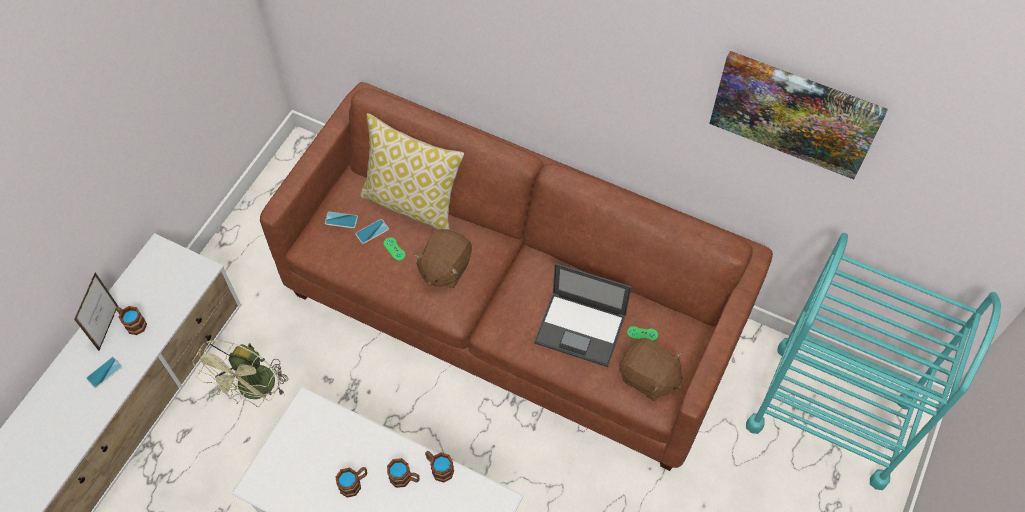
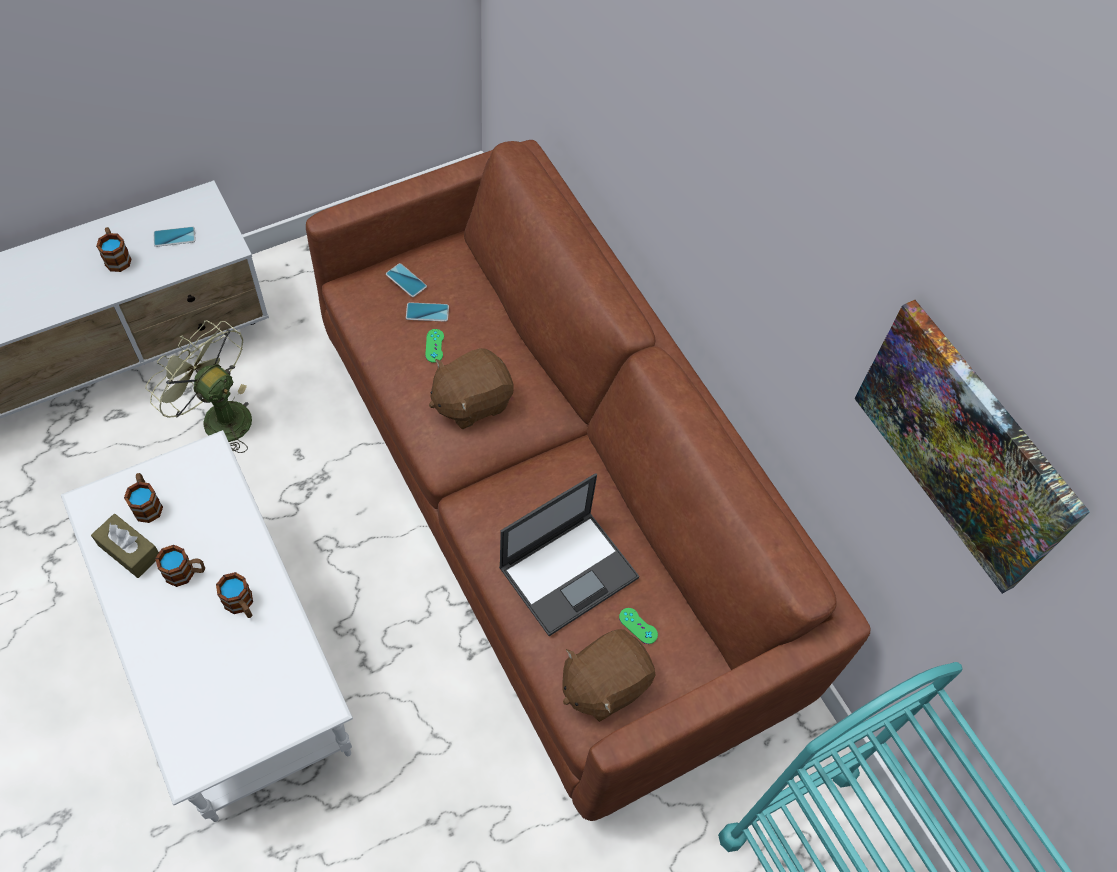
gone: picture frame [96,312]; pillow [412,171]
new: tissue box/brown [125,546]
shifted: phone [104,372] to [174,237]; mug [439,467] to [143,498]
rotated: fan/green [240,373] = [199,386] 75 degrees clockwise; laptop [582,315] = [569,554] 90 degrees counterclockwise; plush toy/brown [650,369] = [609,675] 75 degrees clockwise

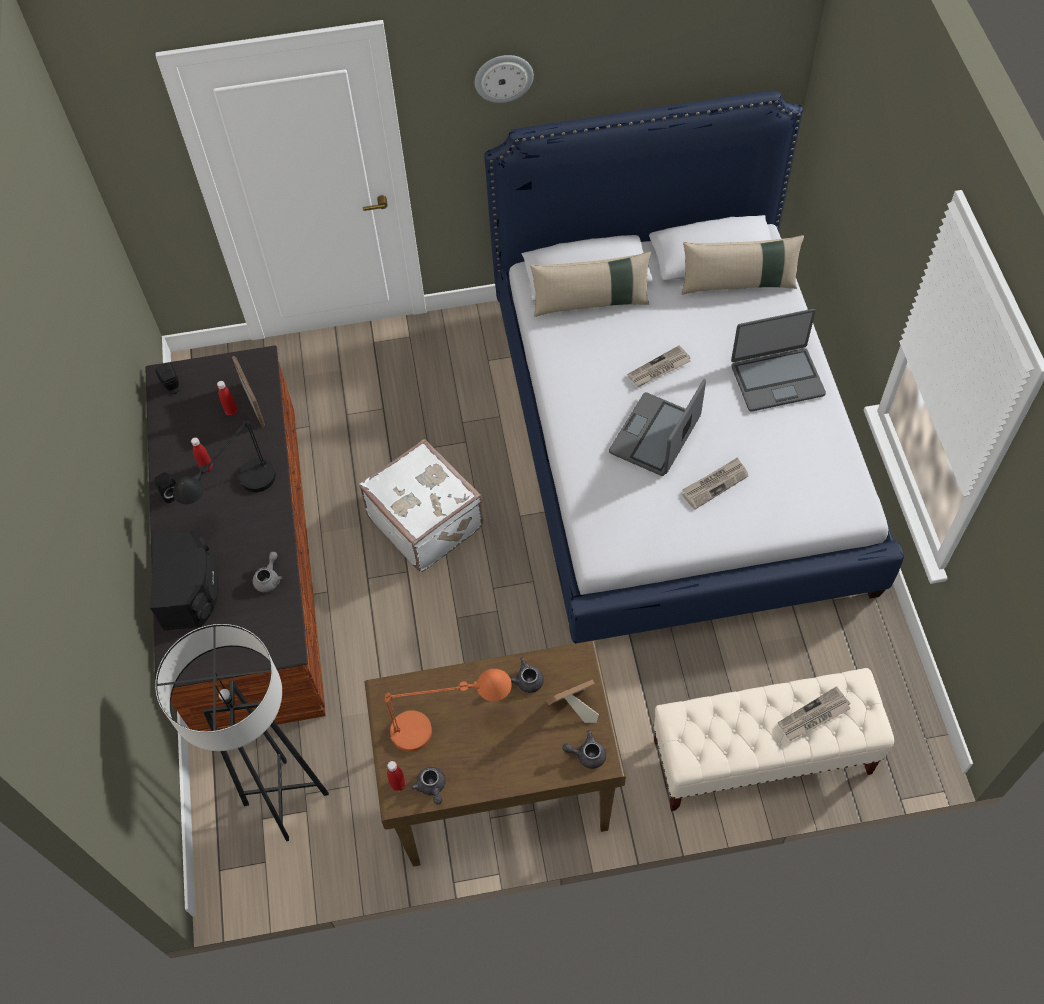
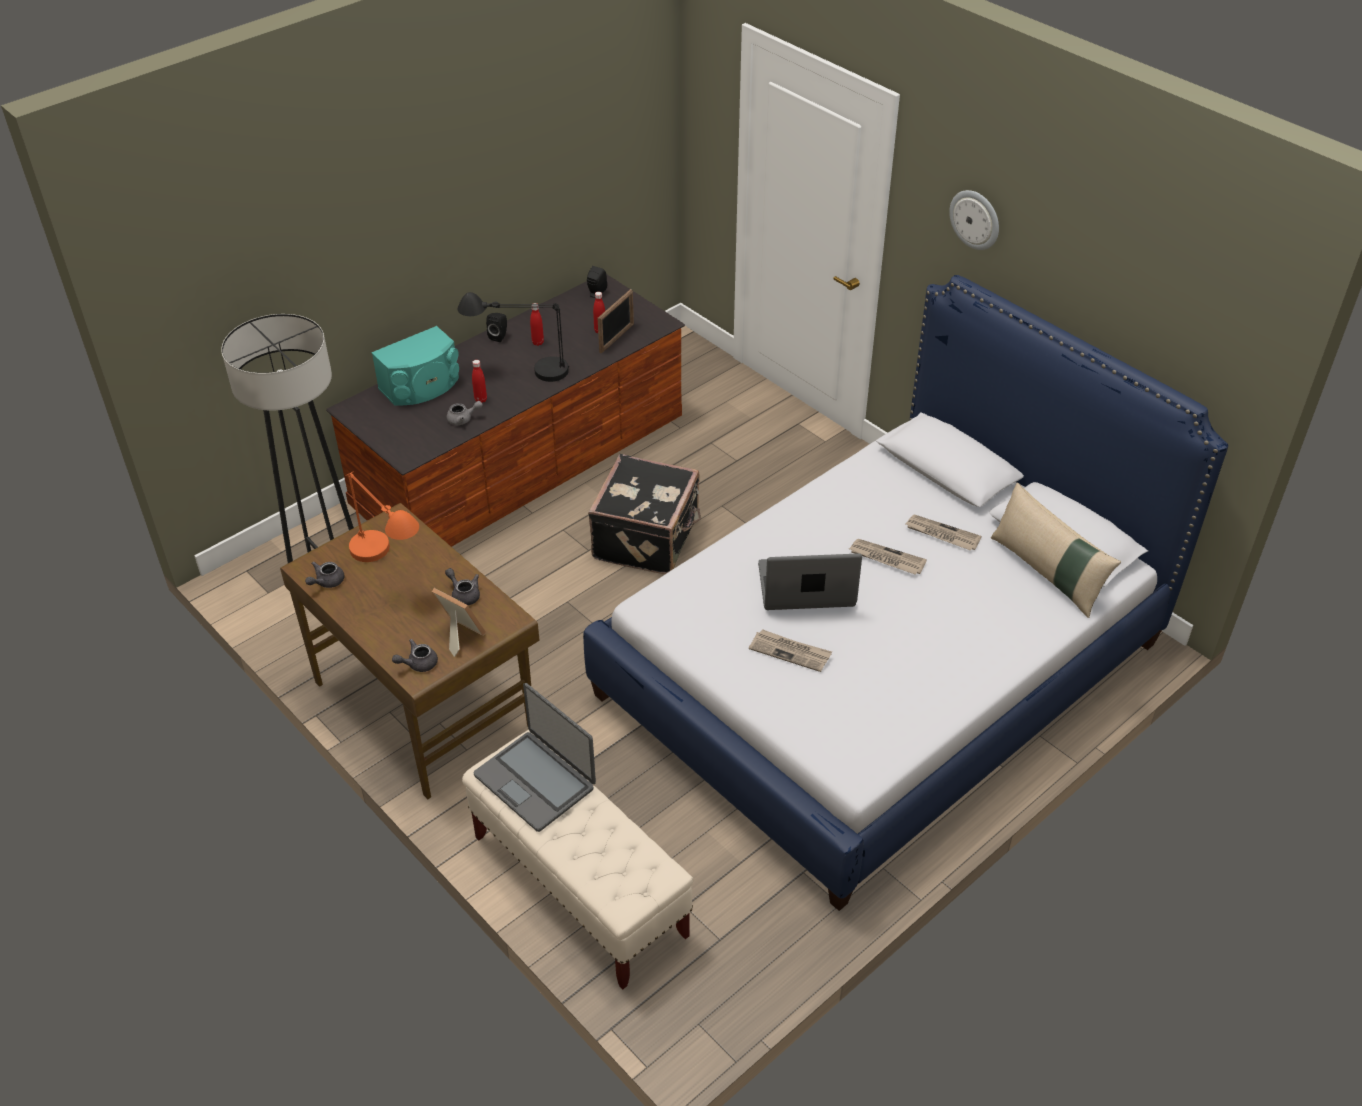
gone: pillow/beige [590,284]
shifted: bottle/red [396,776] to [479,381]; laptop [778,360] to [535,757]; newspaper [814,713] to [944,533]
repainted: speaker/black [184,580] to speaker/turquoise [415,366]; suitcase/white [421,505] to suitcase/black [644,514]
rotated: teapot/grey [584,749] = [415,655] 90 degrees counterclockwise

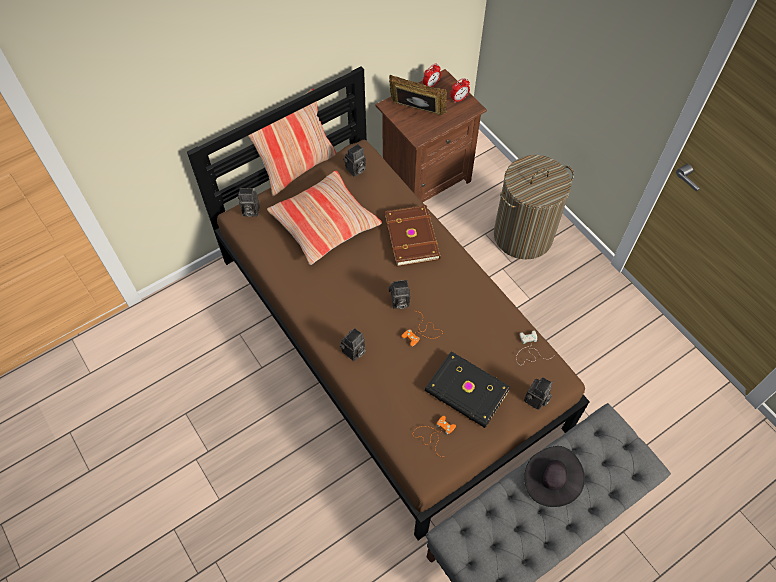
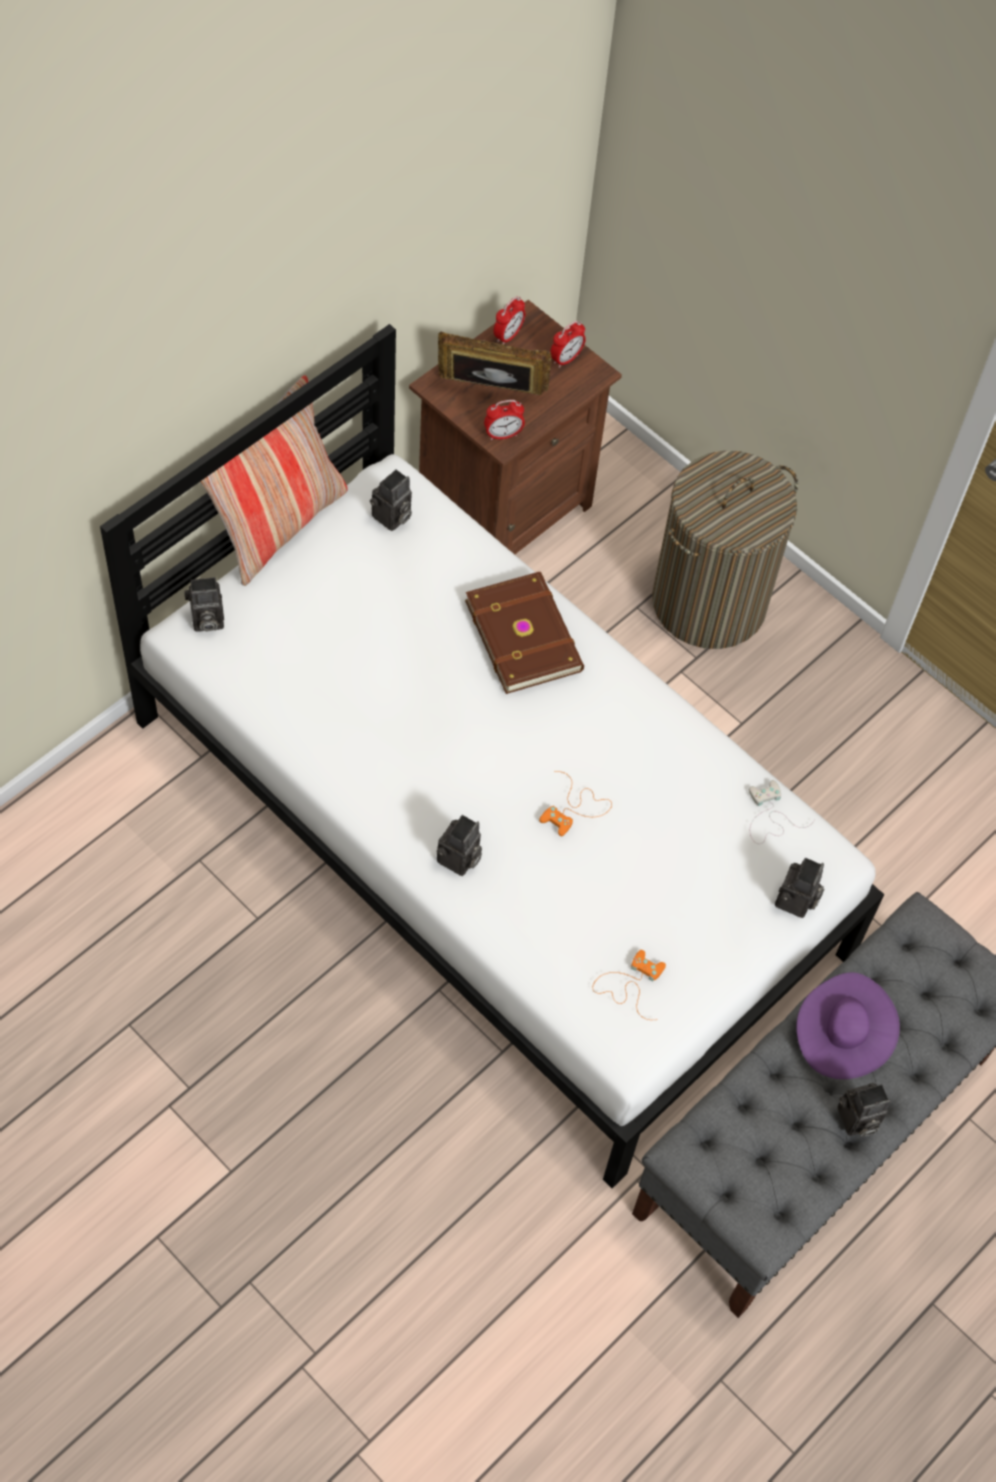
gone: pillow [324,218]; book/black [468,389]
new: alarm clock [504,420]
shifted: photo camera [399,294] to [864,1109]
repainted: bed/brown [388,303] to bed/white [492,756]; hat/black [554,476] to hat/purple [848,1025]

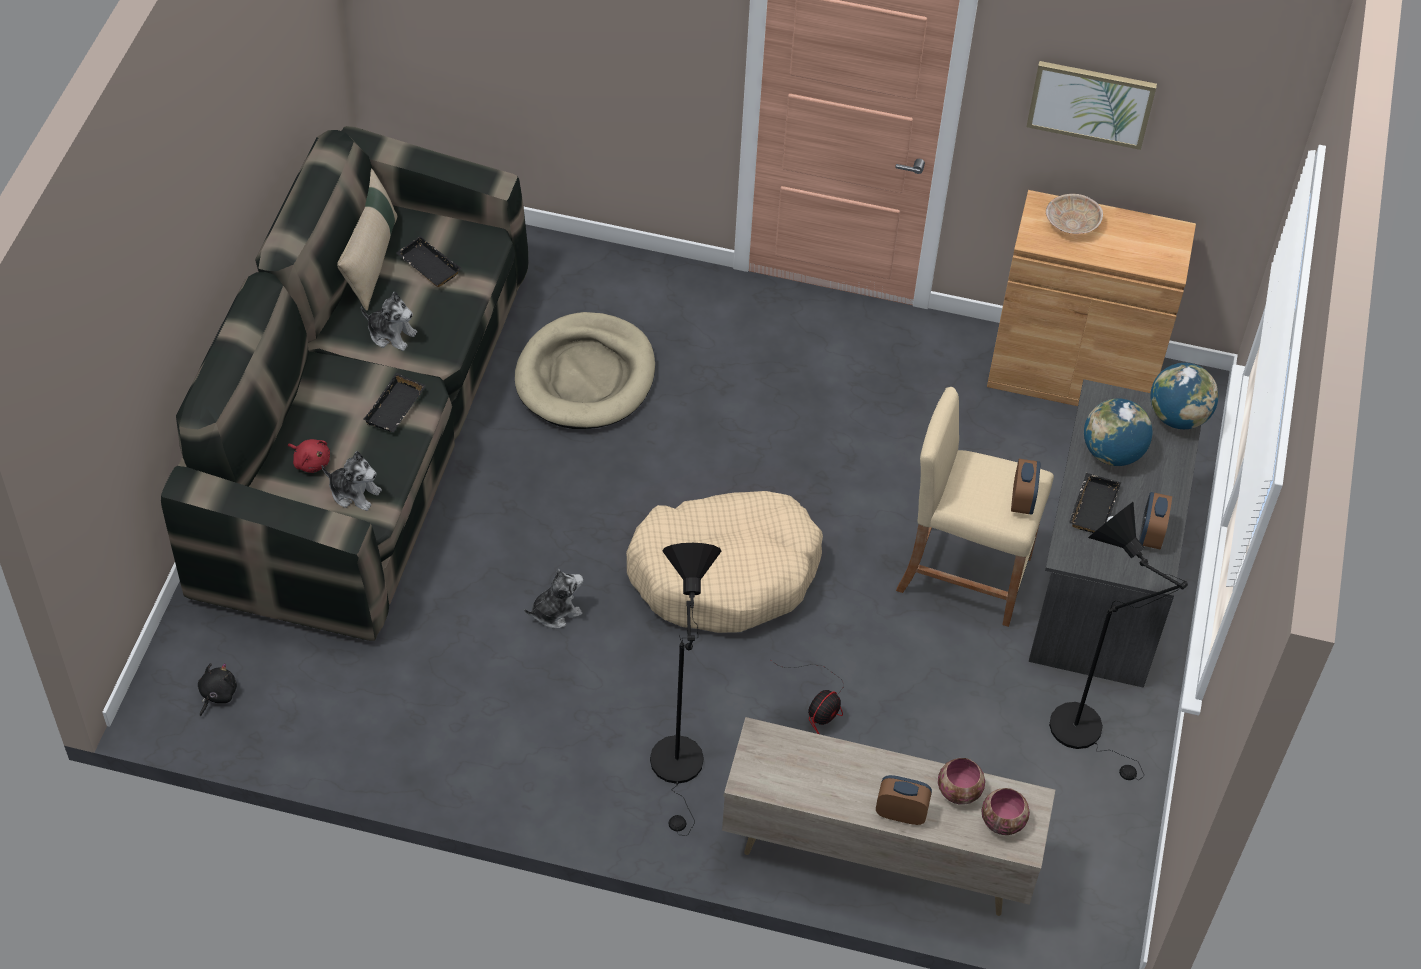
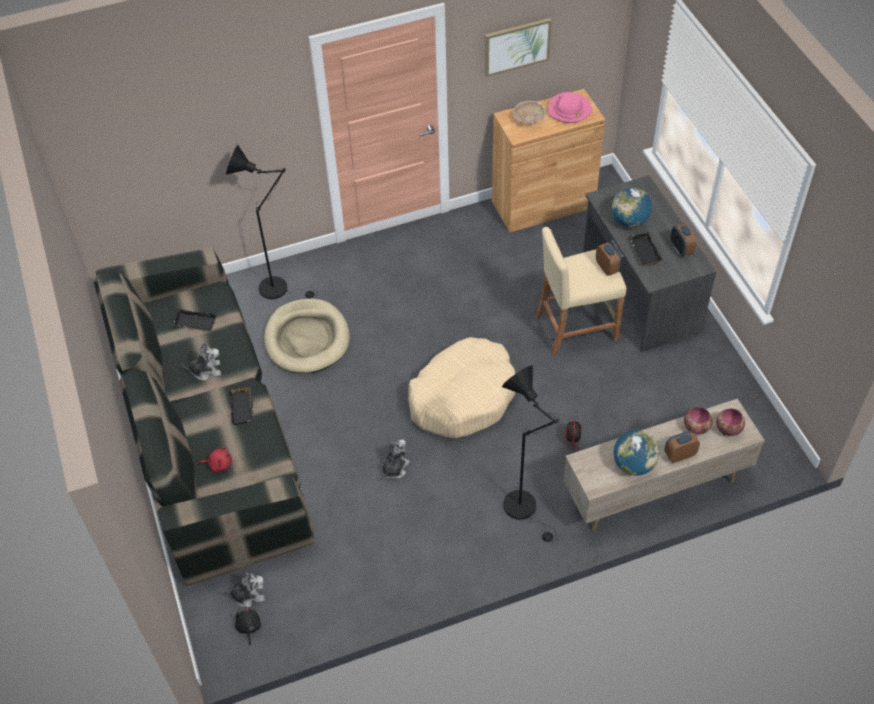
gone: pillow/beige [367,239]
new: hat/pink [570,107]
shifted: plush toy [351,481] to [244,589]; floor lamp/black [1118,641] to [270,222]; globe [1184,396] to [636,453]

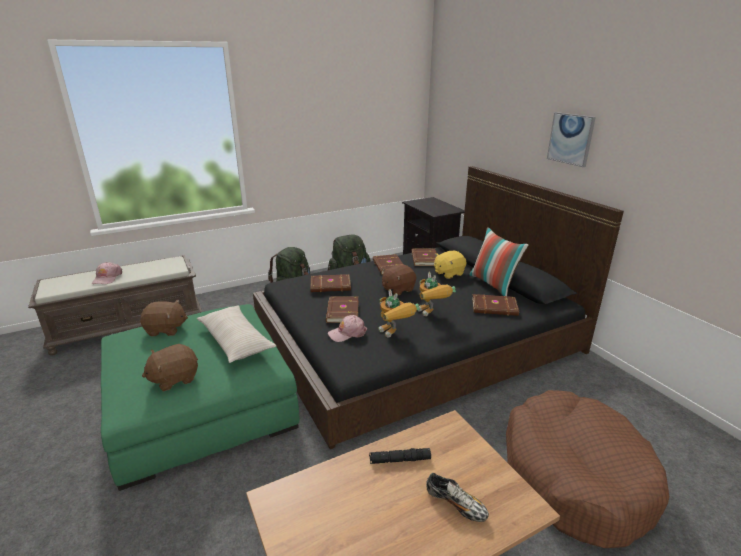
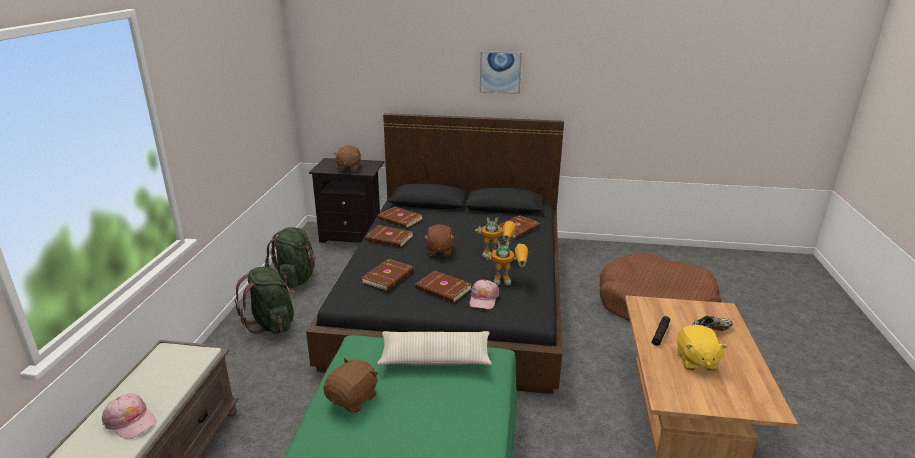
gone: pillow [499,261]
shifted: plush toy/brown [170,367] to [347,158]; plush toy/yellow [450,265] to [702,348]

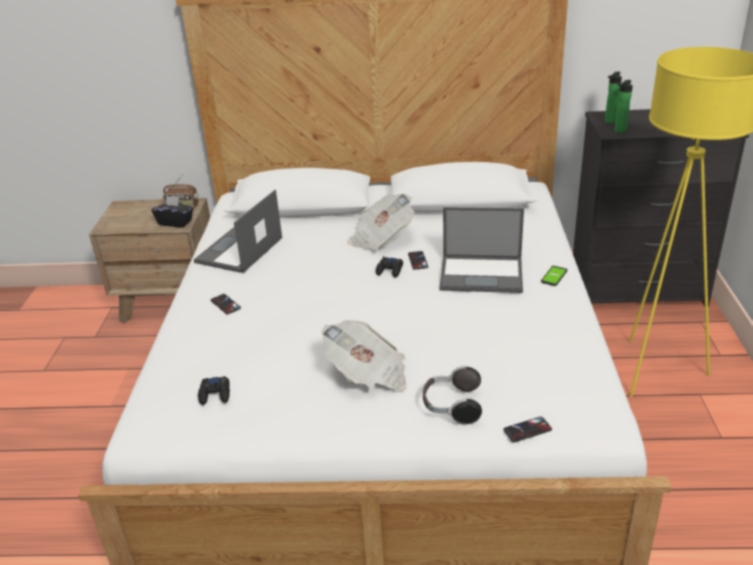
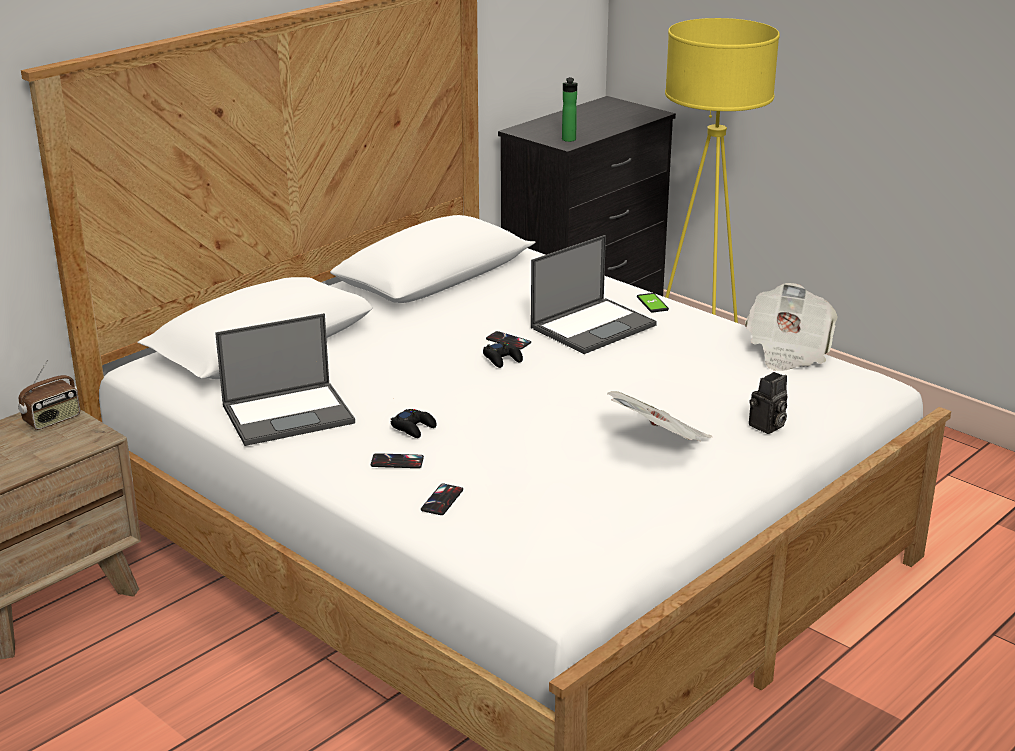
gone: tissue box/black [172,211]; bottle [613,97]
shifted: game controller/black [214,390] to [414,423]; newspaper [380,222] to [791,327]; phone [527,429] to [442,499]
swapped: headphones [452,395] to photo camera [768,403]
rotated: laptop [238,231] = [285,379] 90 degrees counterclockwise

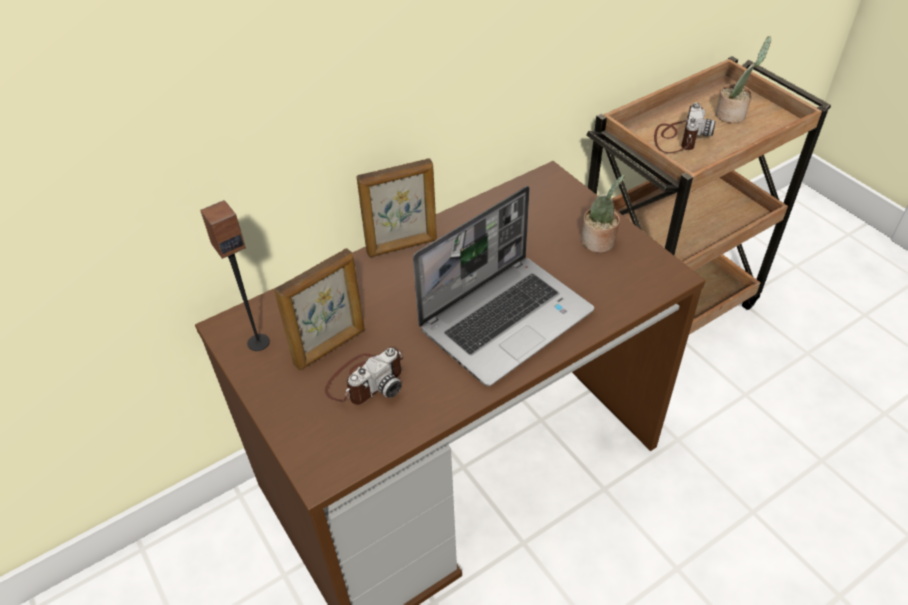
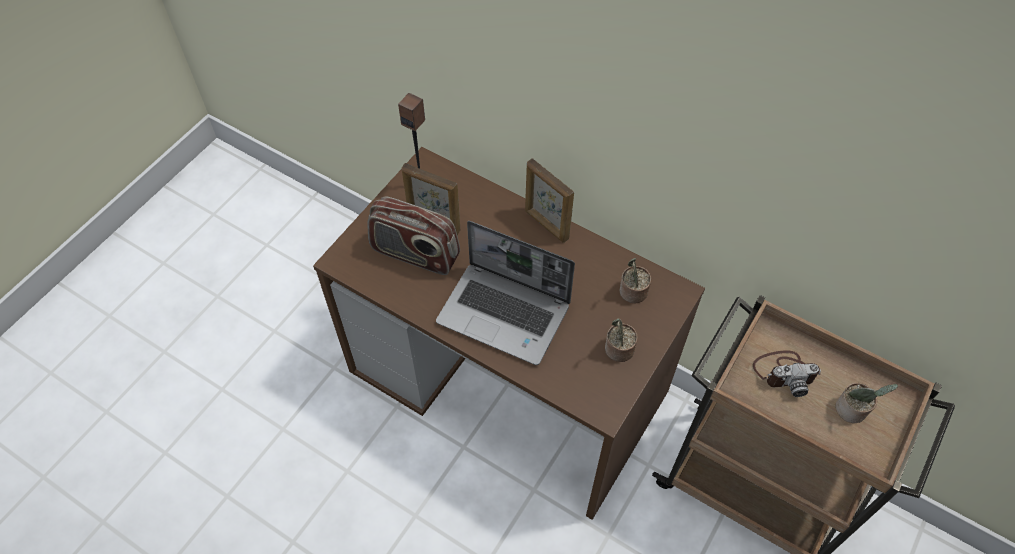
new: potted plant [635,280]
swapped: photo camera [364,376] to radio [413,235]

